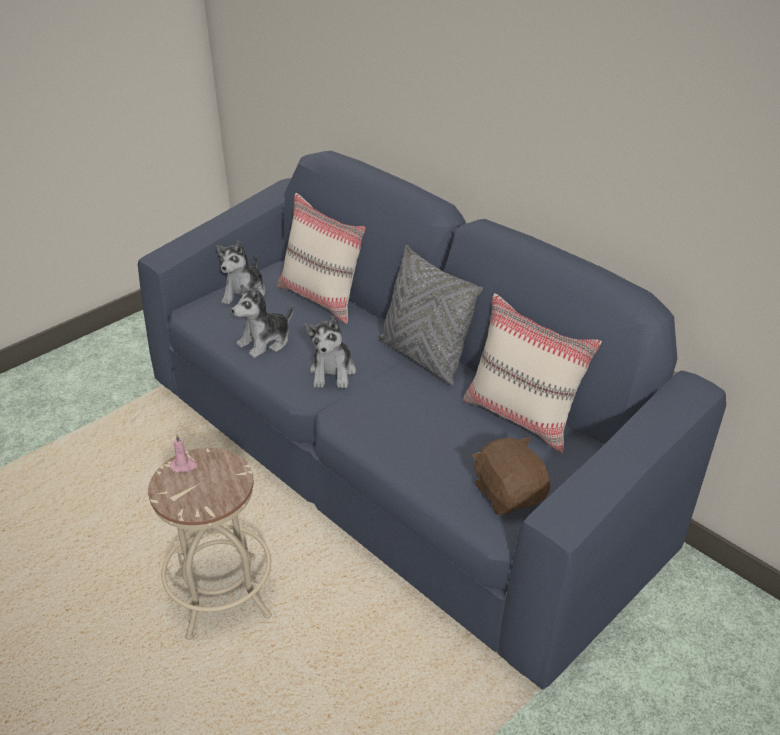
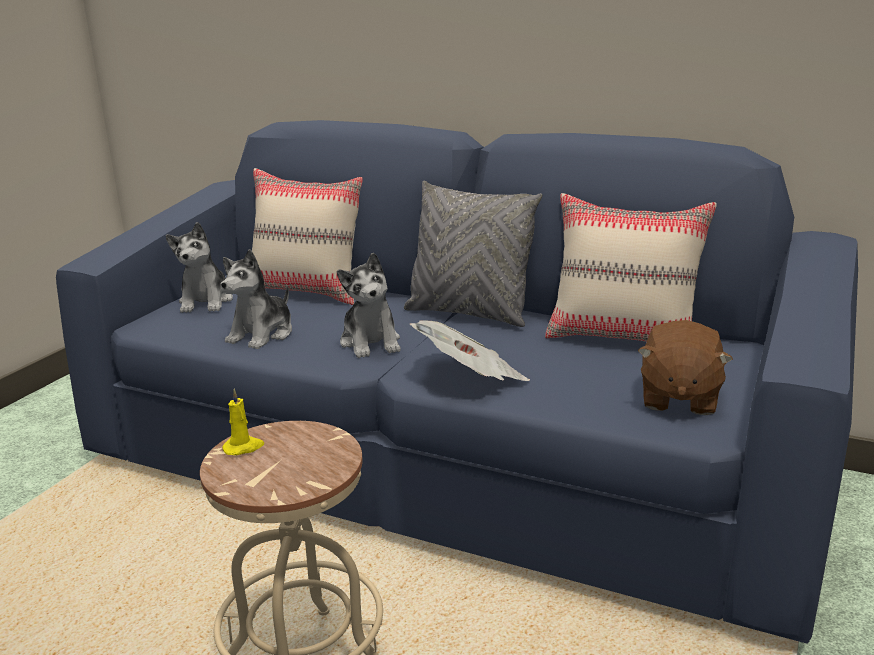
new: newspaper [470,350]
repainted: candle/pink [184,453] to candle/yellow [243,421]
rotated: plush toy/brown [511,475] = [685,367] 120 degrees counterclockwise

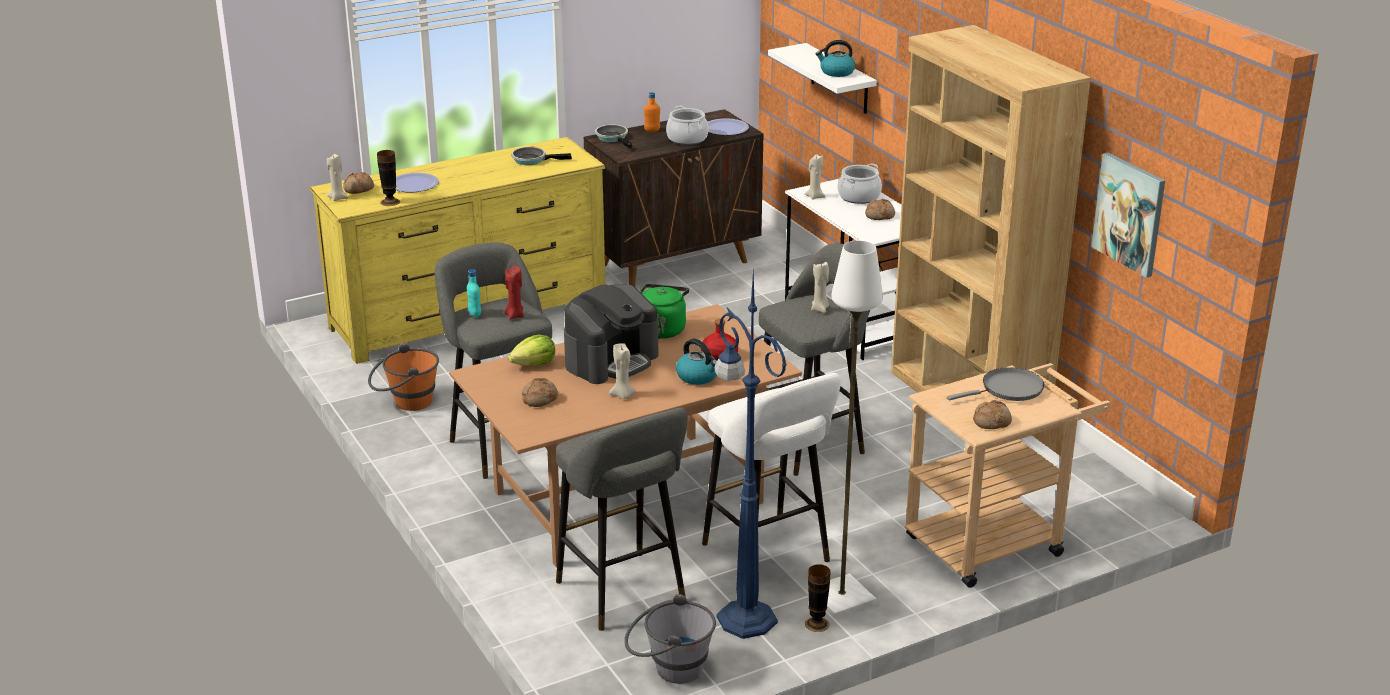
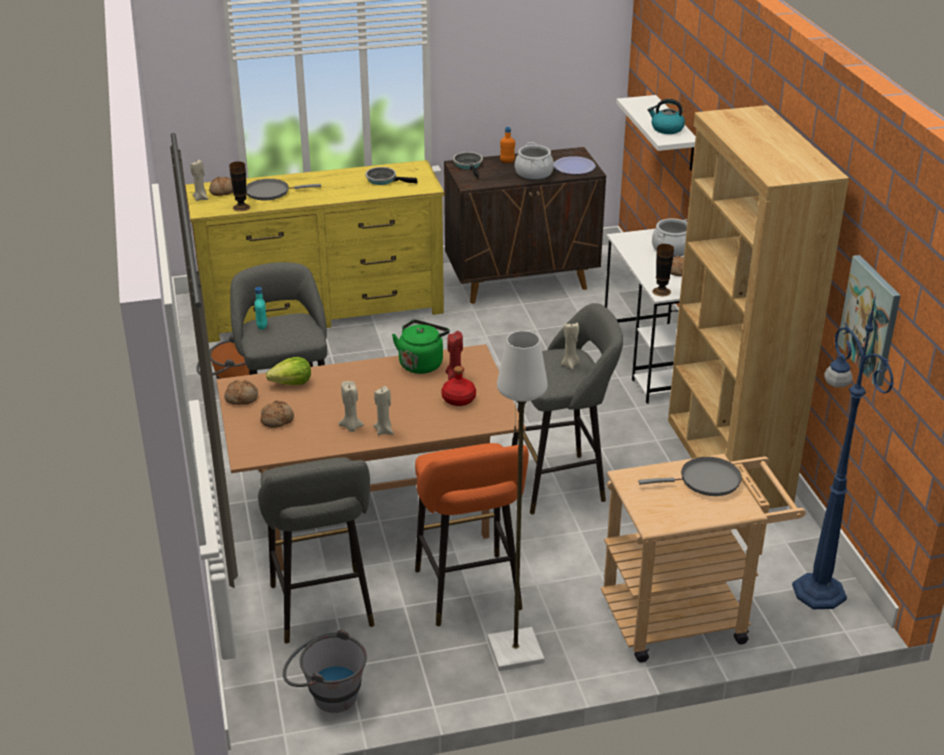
gone: coffee machine [611,334]; kettle [696,362]
shifted: candle/red [514,293] to [454,355]; floor lamp/blue [750,455] to [843,452]; candle/beige [814,177] to [383,410]; vase [817,598] to [663,270]; bread [992,414] to [241,392]
swapped: plate [417,182] to frying pan/grey [283,189]
repainted: stool/white [771,467] to stool/orange [472,534]

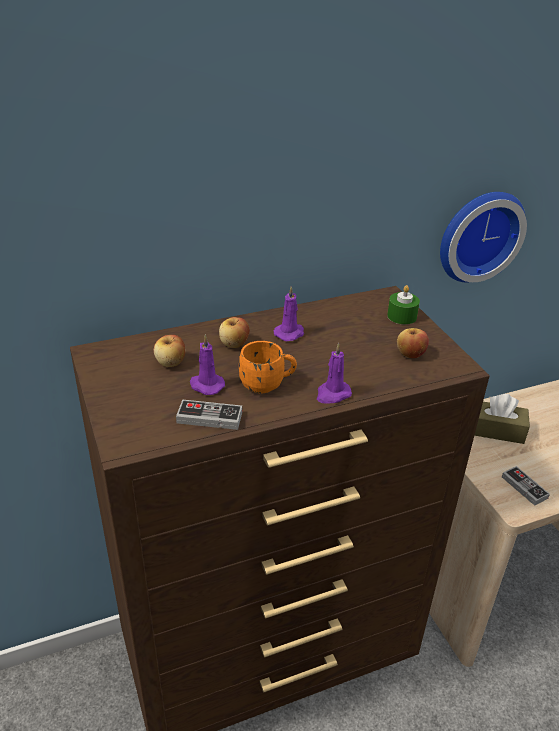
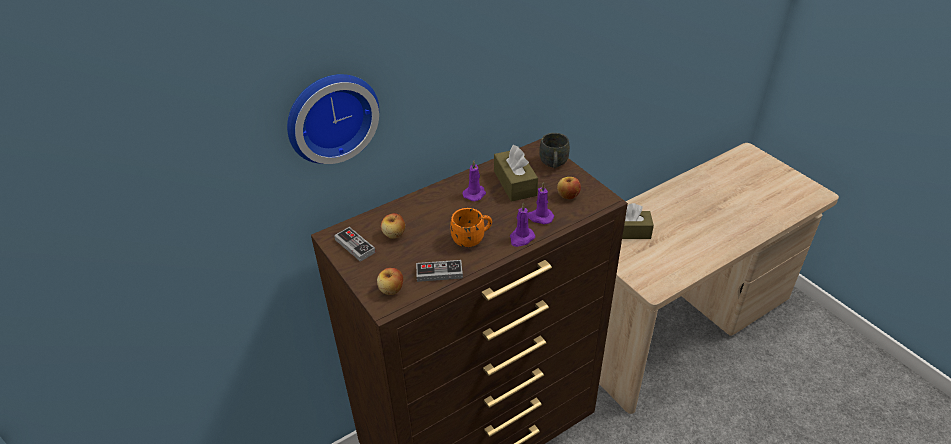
new: tissue box/brown [516,173]
shifted: candle/purple [207,365] to [541,203]; apple [234,332] to [390,281]; wall clock [483,237] to [333,119]; game controller [526,486] to [355,244]
swapped: candle/green [403,305] to mug/grey [554,150]

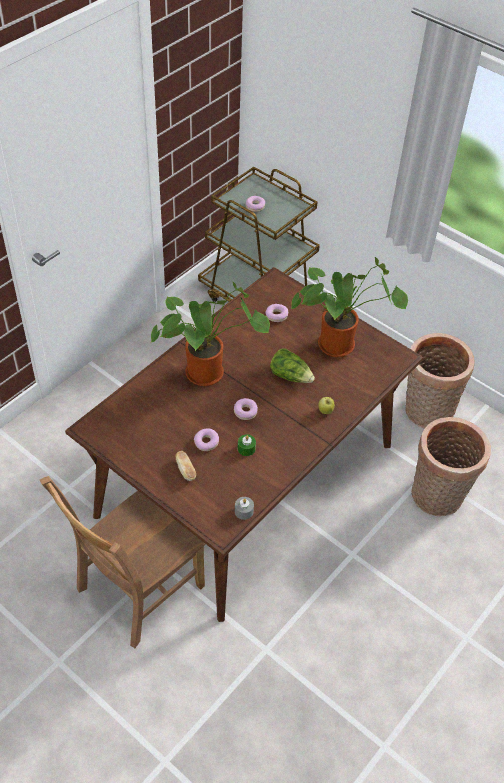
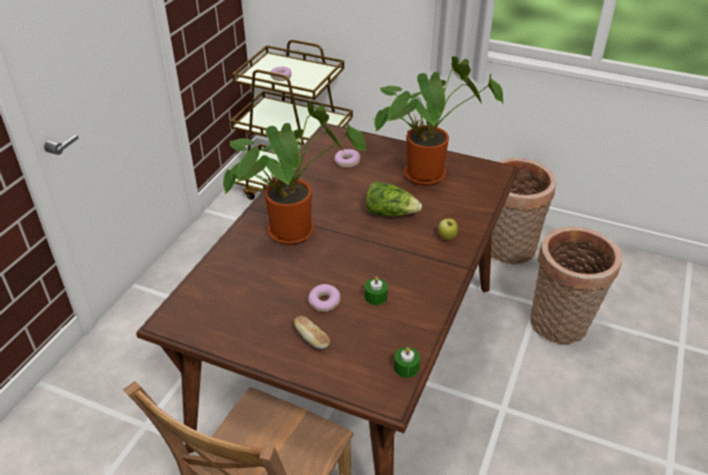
gone: donut [246,409]
repainted: candle/grey [244,508] to candle/green [407,362]

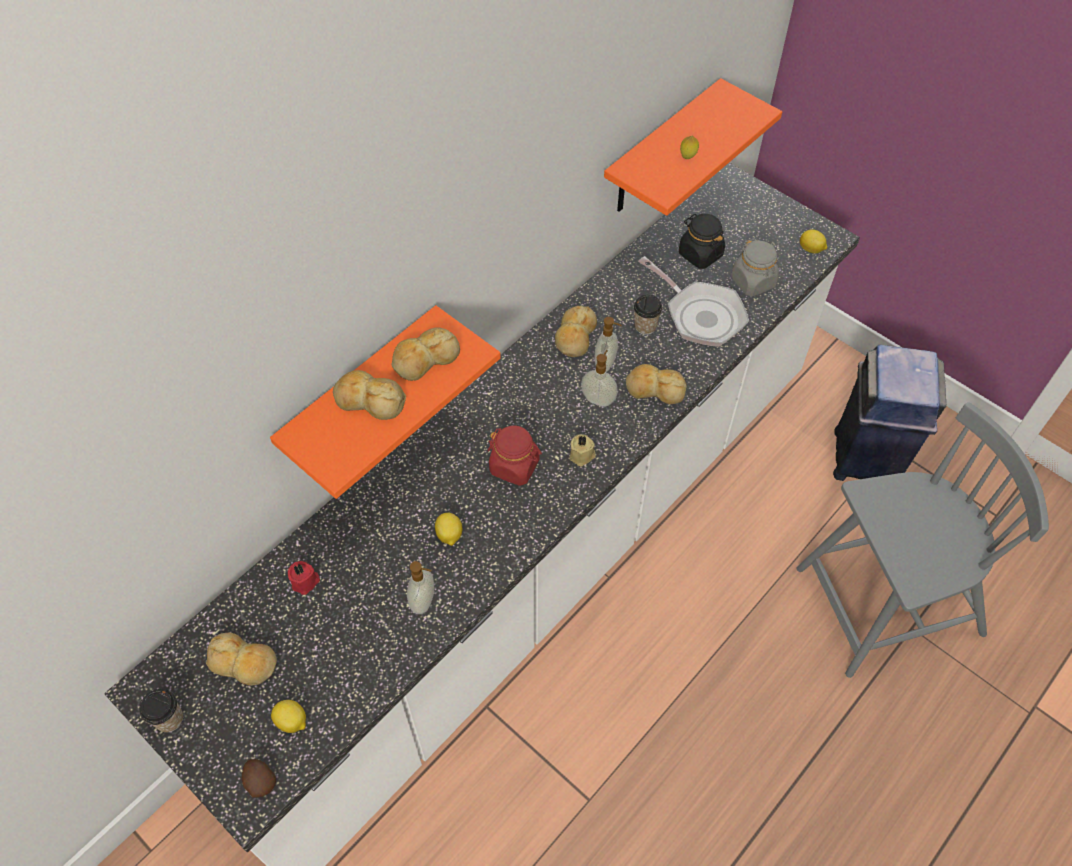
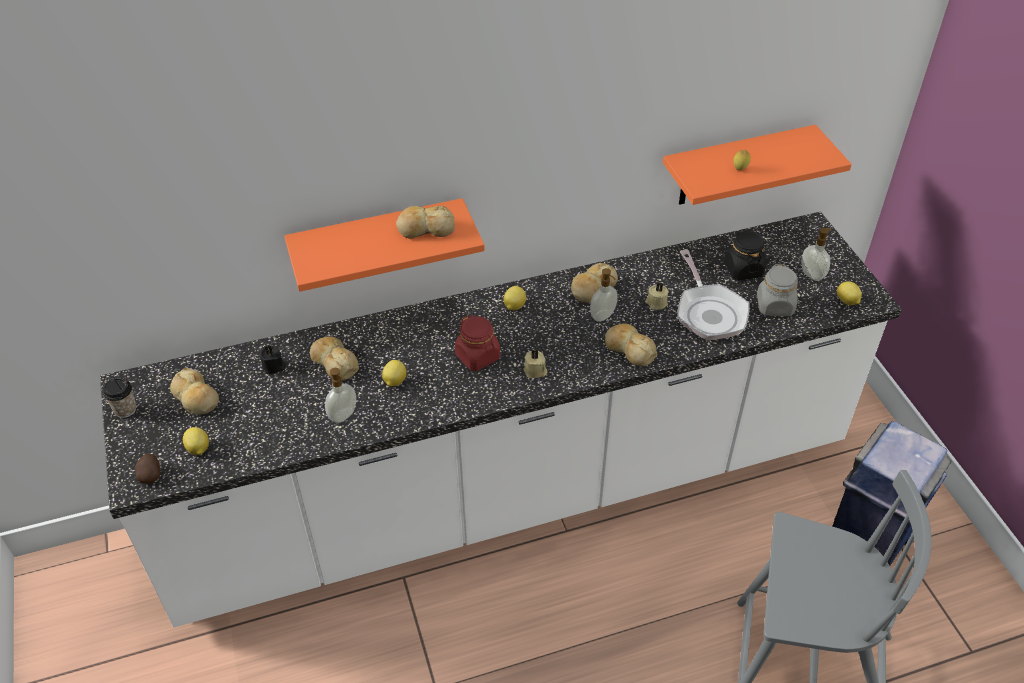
new: lemon [515,298]
shifted: bread [369,395] to [334,358]; soap dispenser [599,378] to [816,254]
swapped: cup [648,314] to candle/beige [657,296]
repainted: candle/red [304,578] to candle/black [272,360]

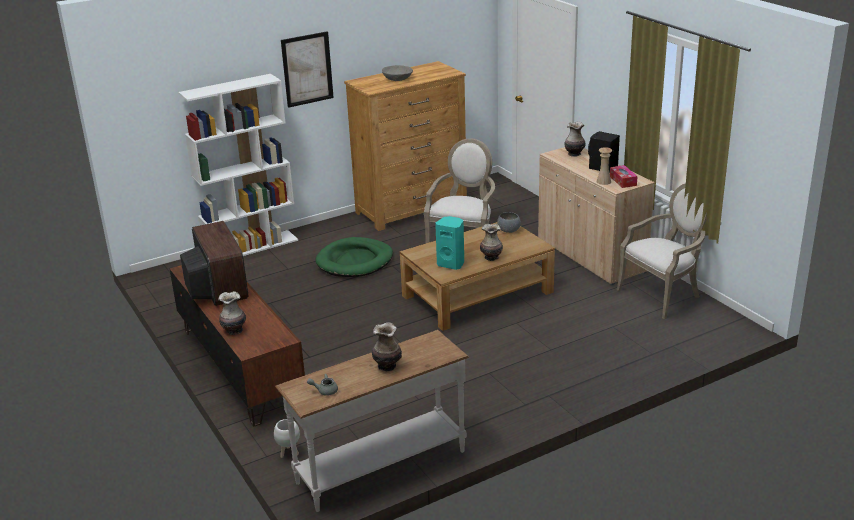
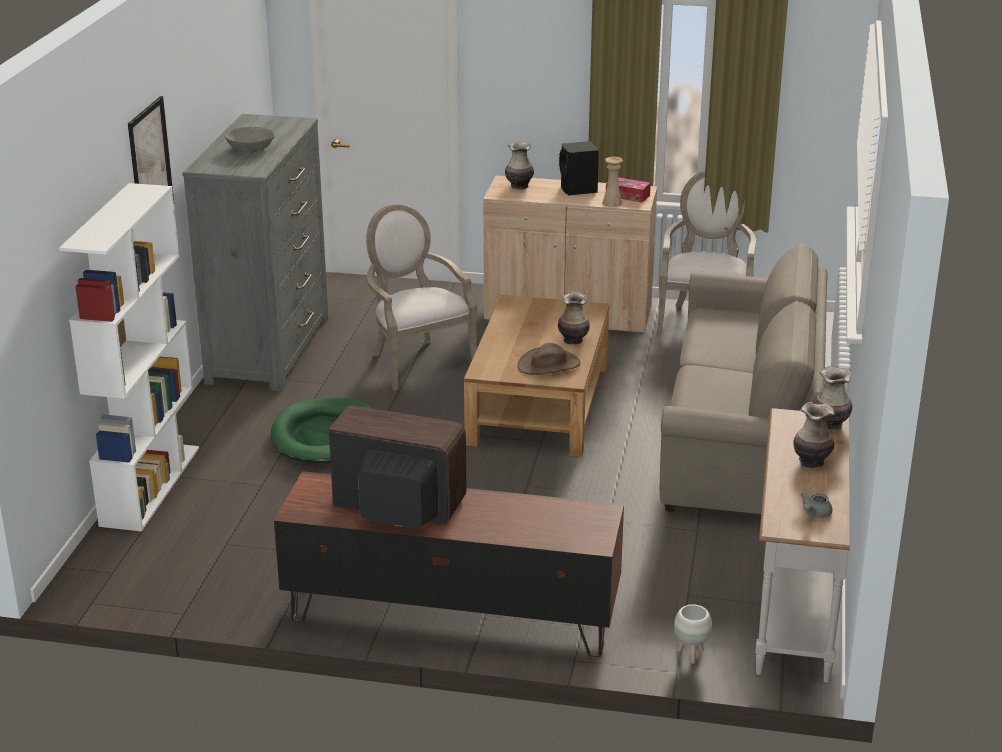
gone: bowl/grey [509,222]
new: sofa/beige [744,379]
shifted: vase [232,313] to [832,398]
swapped: speaker/turquoise [449,243] to hat/brown [549,359]
repainted: dresser/brown [405,146] to dresser/grey [255,252]

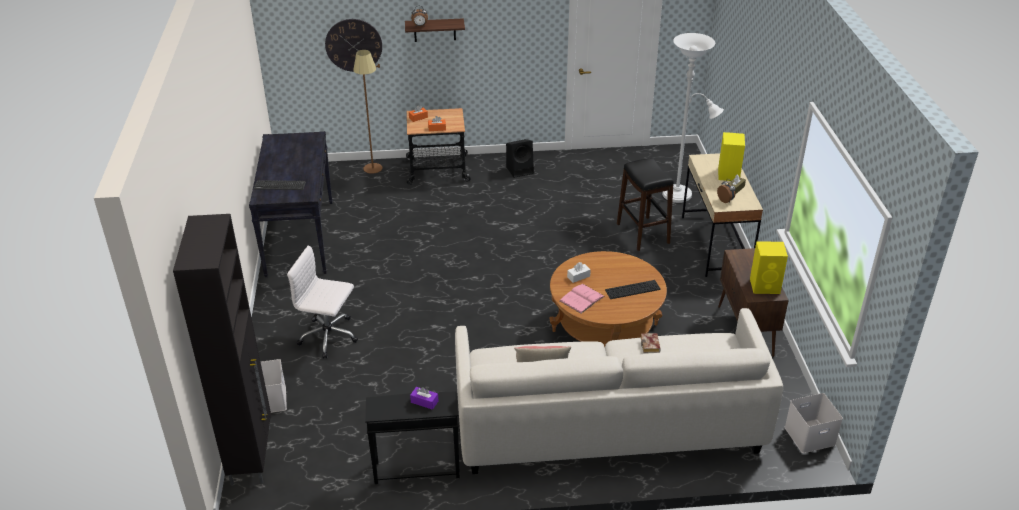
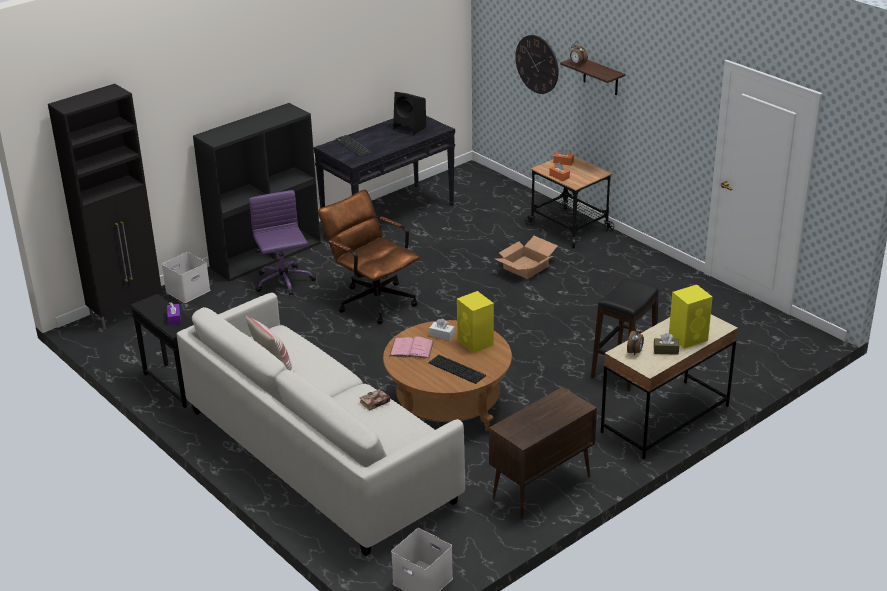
gone: floor lamp/brown [368,112]; floor lamp/white [693,118]
new: bookcase/black [257,192]; office chair/brown [369,256]; cardboard box [526,257]
shifted: speaker/black [520,158] to [409,114]; speaker/yellow [769,267] to [475,322]
repainted: office chair/white [322,302] to office chair/purple [282,243]

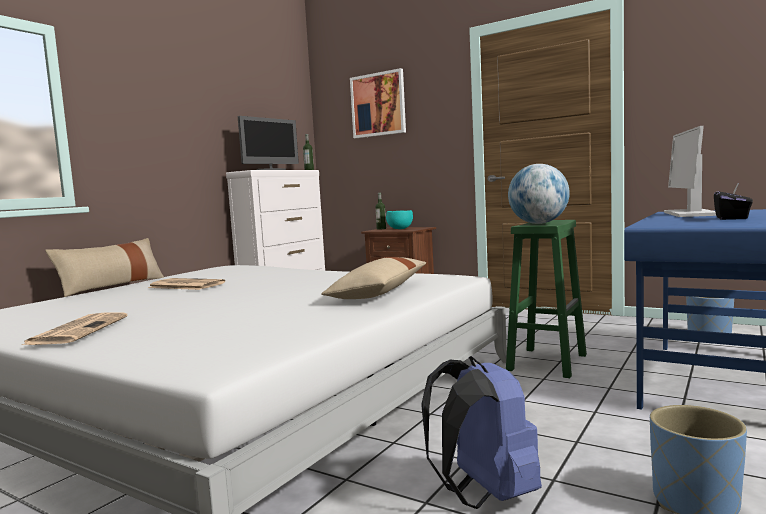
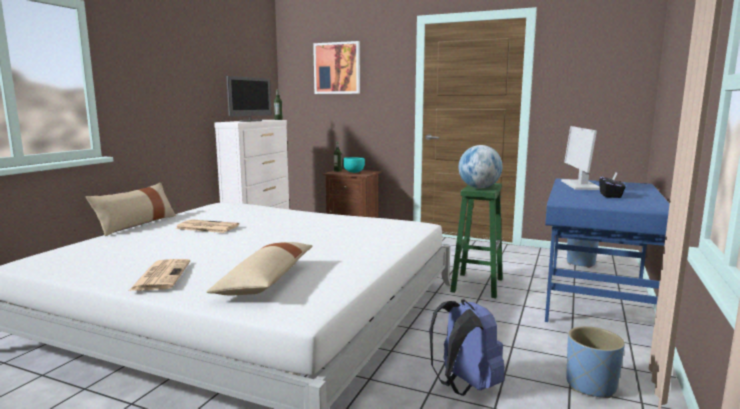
shifted: pillow/beige [373,278] to [259,268]

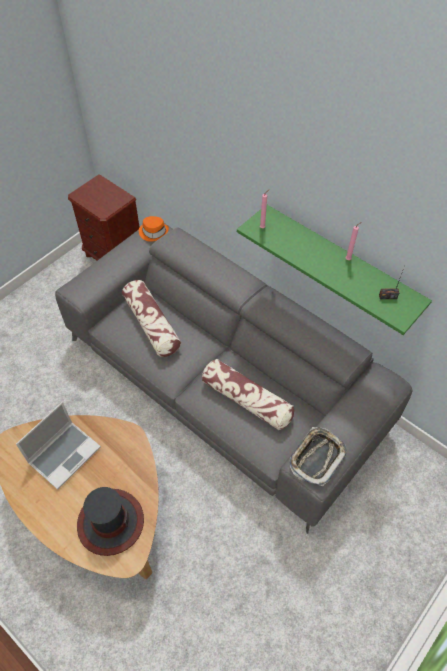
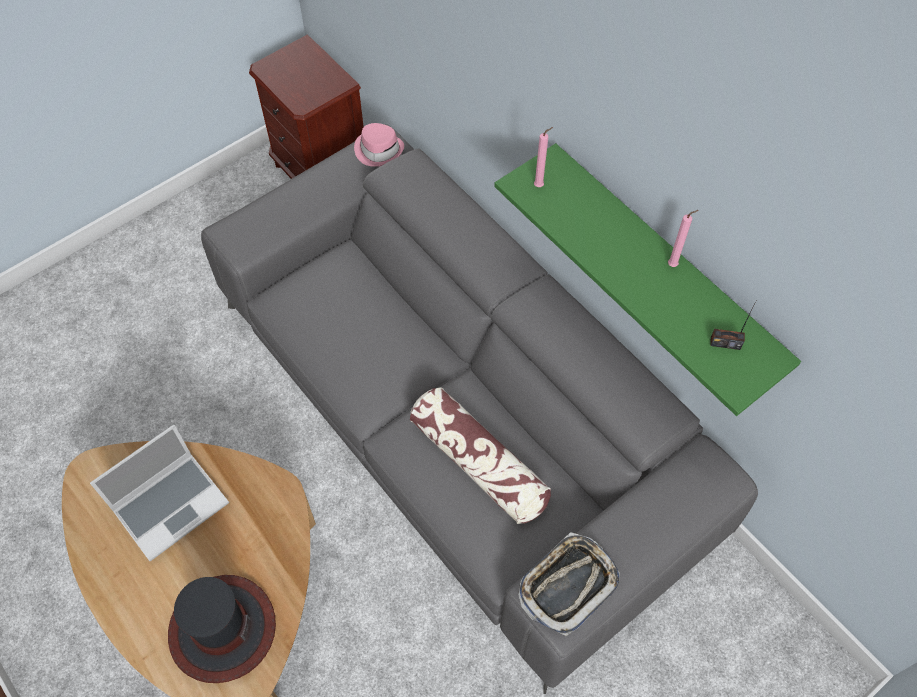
gone: pillow [151,318]
repainted: hat/orange [154,229] to hat/pink [379,145]

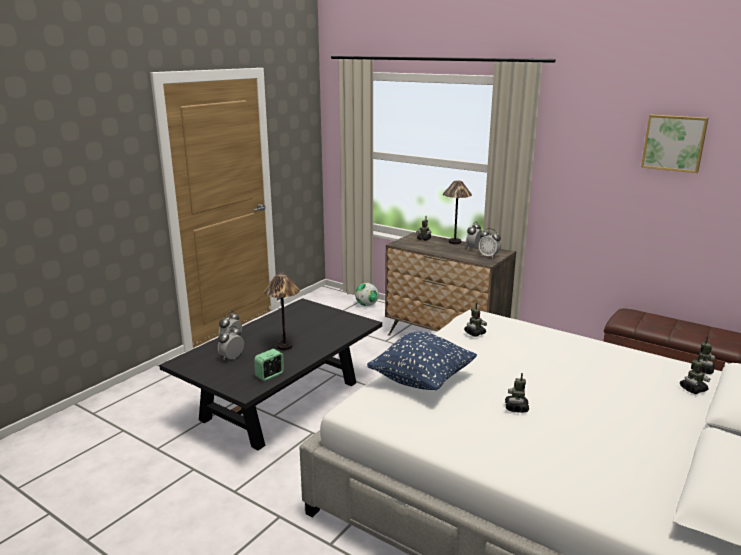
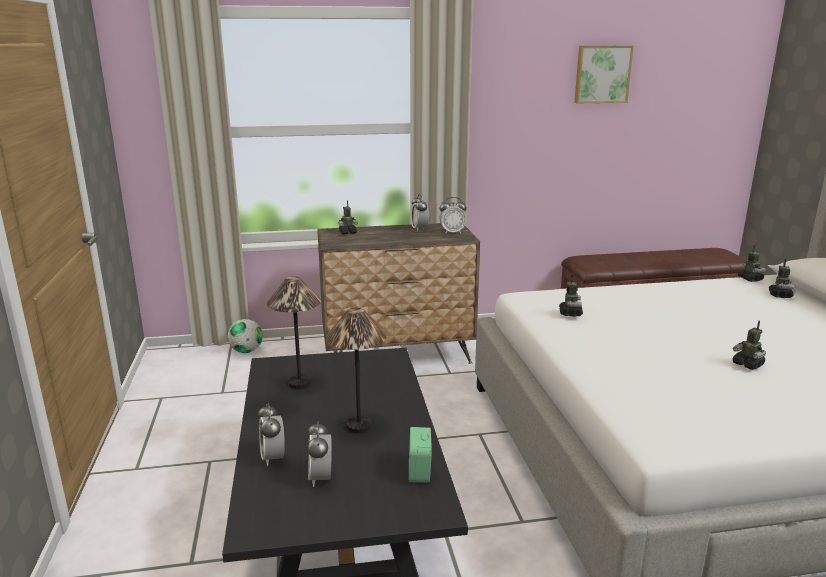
gone: pillow/blue [422,361]
shifted: table lamp [457,212] to [294,332]

